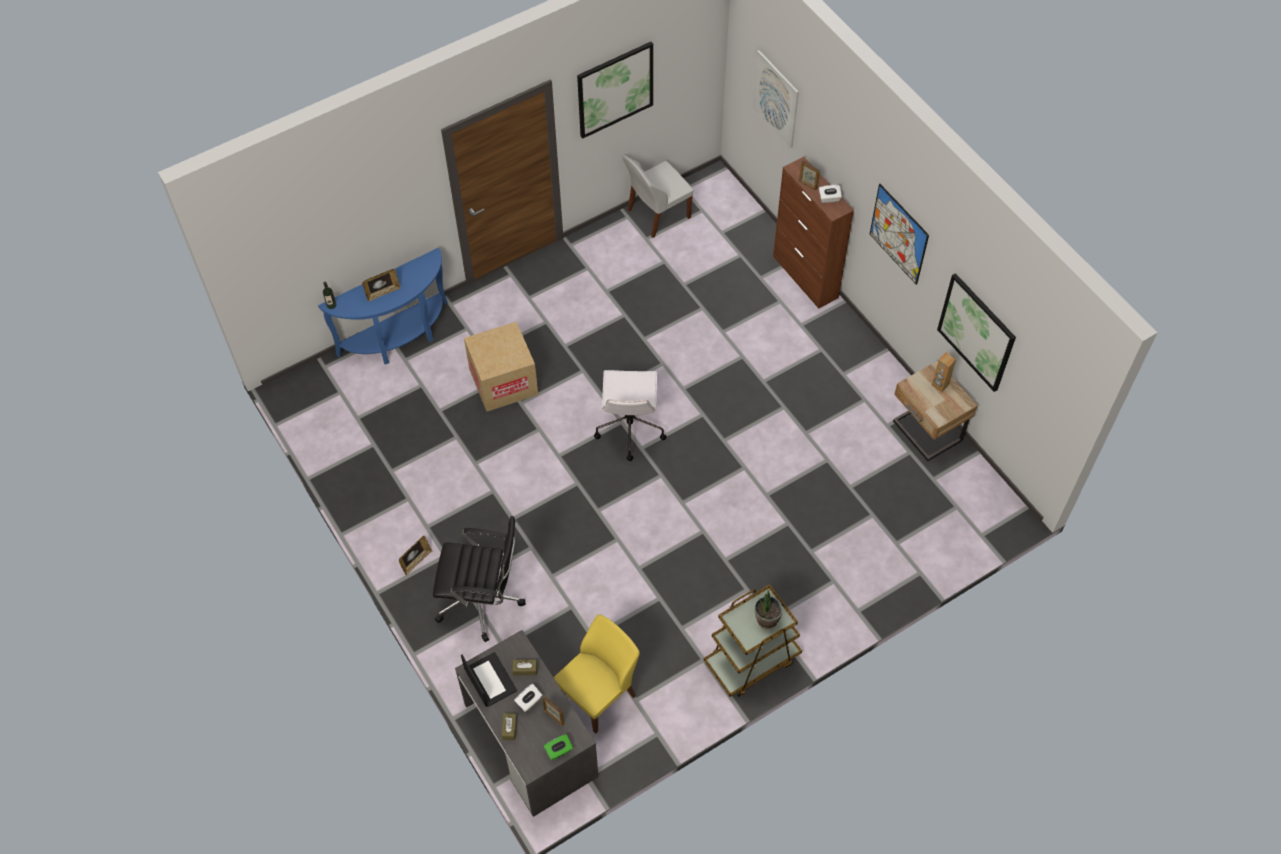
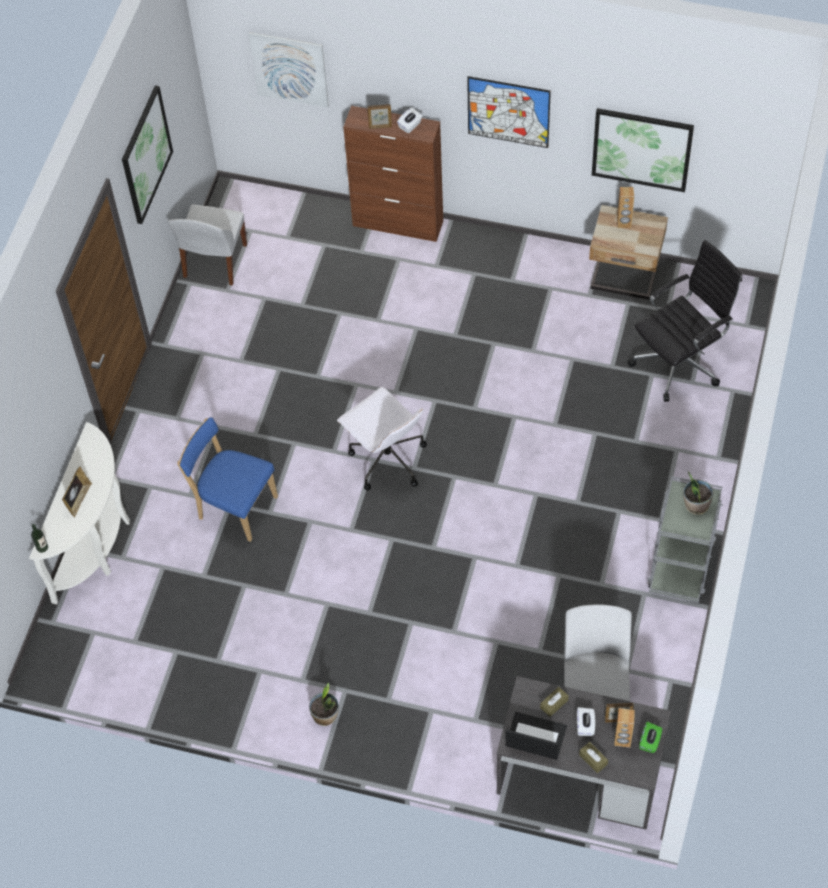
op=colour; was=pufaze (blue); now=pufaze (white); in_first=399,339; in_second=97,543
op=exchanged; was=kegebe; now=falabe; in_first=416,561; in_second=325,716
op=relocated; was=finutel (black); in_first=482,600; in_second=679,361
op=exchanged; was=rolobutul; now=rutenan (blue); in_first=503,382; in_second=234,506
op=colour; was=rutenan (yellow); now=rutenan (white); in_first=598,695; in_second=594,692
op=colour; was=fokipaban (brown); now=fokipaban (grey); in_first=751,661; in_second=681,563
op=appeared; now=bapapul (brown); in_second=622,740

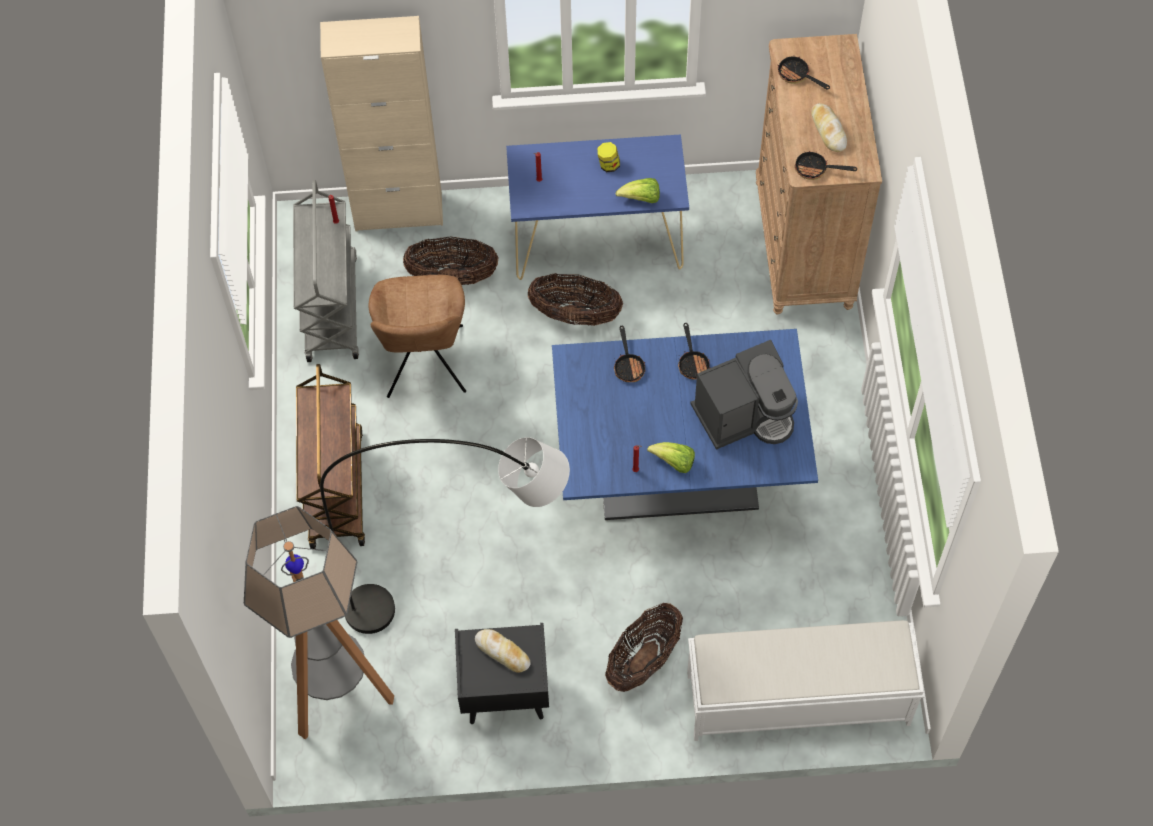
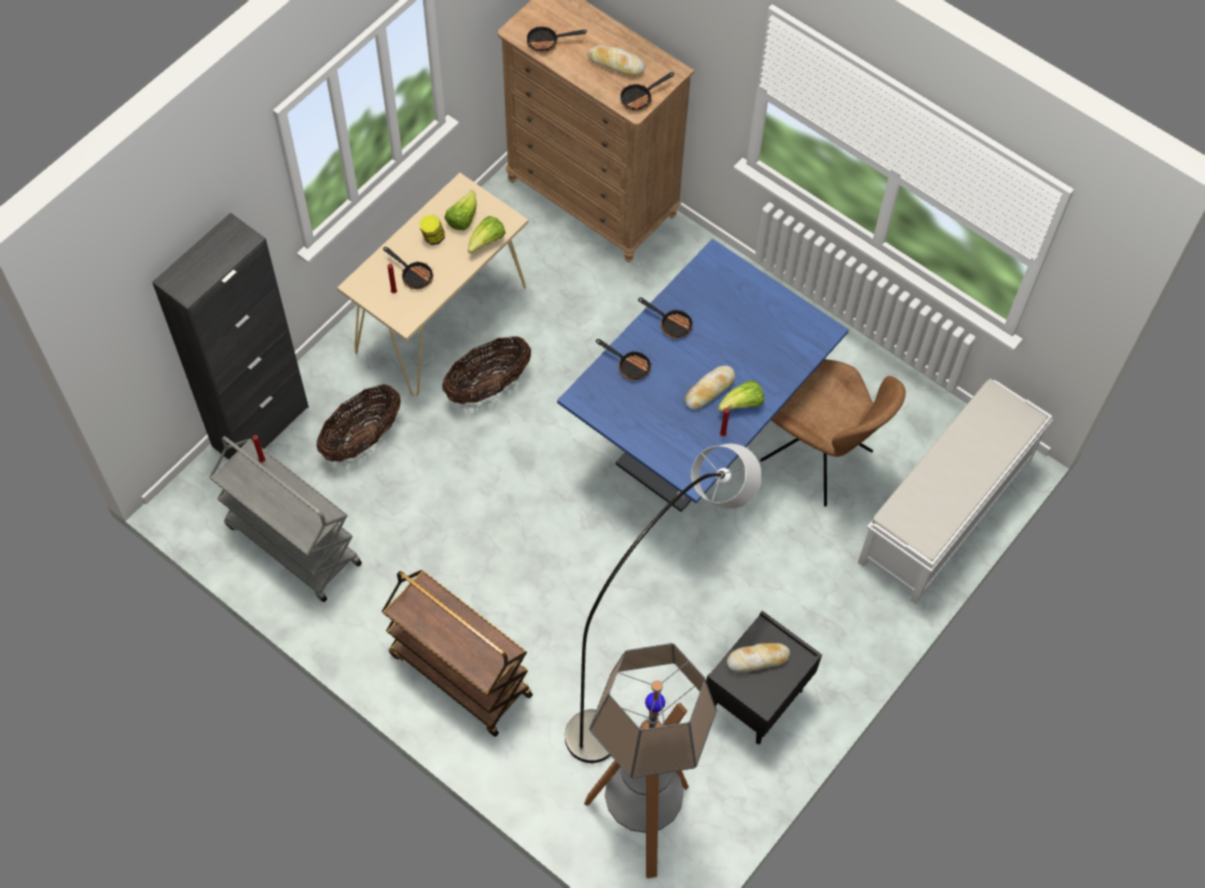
op=colour; was=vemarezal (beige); now=vemarezal (black); in_first=398,212; in_second=260,426
op=relocated; was=rutenan (brown); in_first=425,365; in_second=820,459
op=colour; was=pufaze (blue); now=pufaze (beige); in_first=598,241; in_second=441,318
op=missing; was=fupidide; in_first=643,659
op=missing; was=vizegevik; in_first=745,415
op=appeared; now=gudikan; in_second=413,275
op=appeared; now=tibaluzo; in_second=462,218
op=appeared; now=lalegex; in_second=709,390

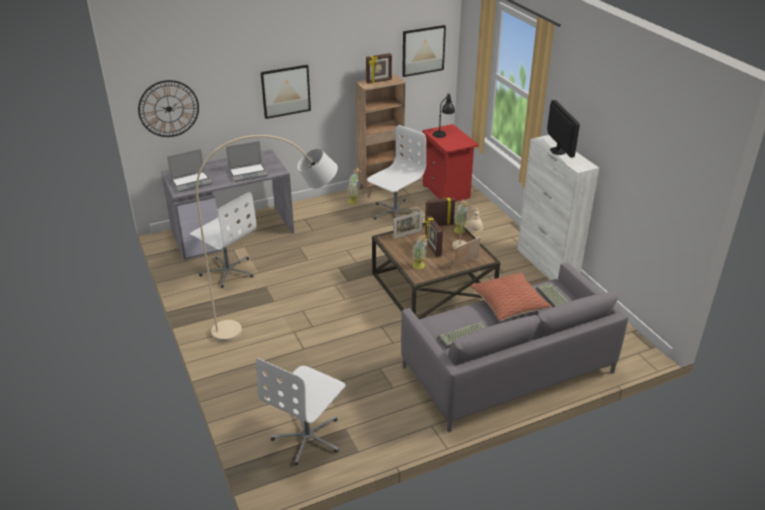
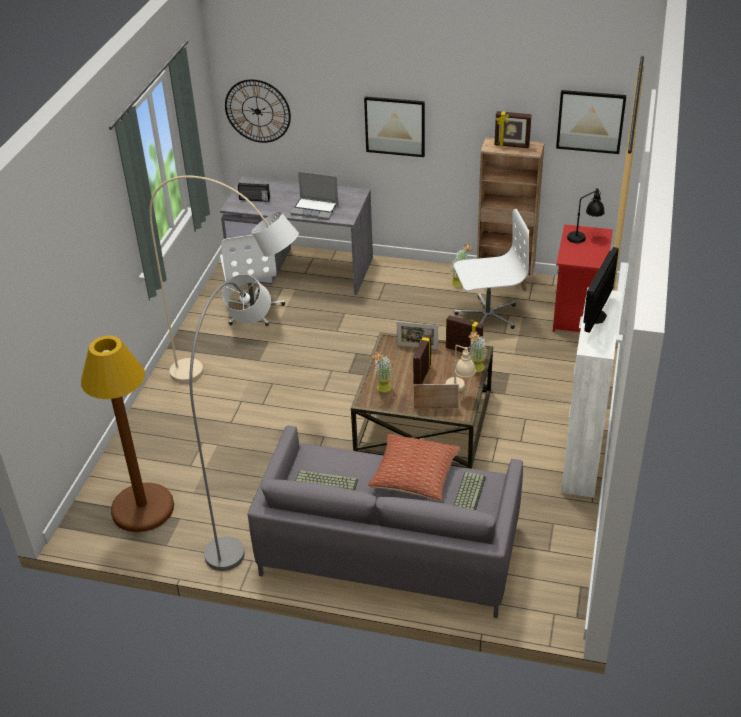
op=exchanged; was=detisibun; now=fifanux; in_first=192,182; in_second=254,199
op=exchanged; was=finutel (white); now=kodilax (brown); in_first=308,437; in_second=142,508
op=appeared; now=kodilax (grey); in_second=248,501

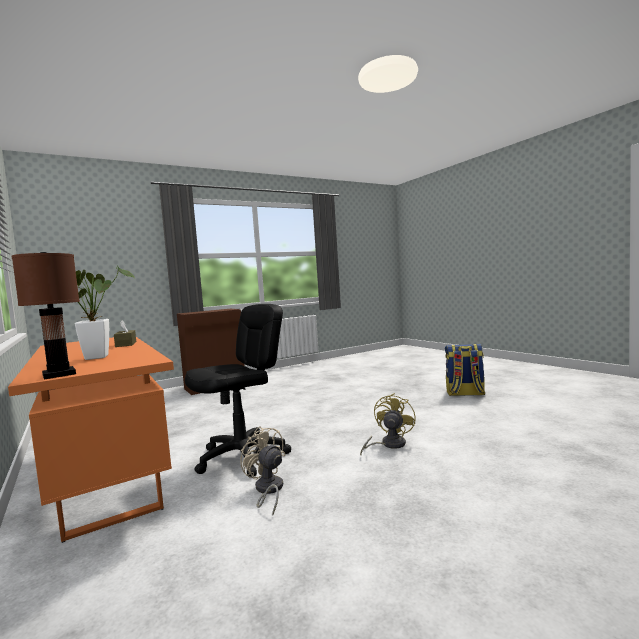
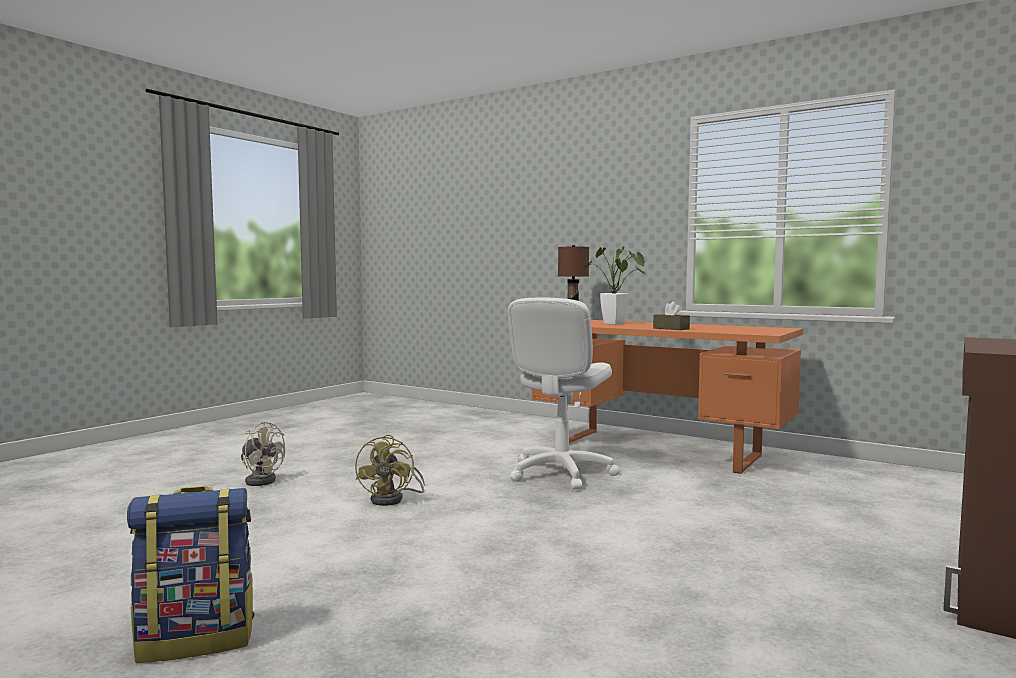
op=colour; was=finutel (black); now=finutel (white); in_first=243,457; in_second=561,473
op=relocated; was=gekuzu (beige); in_first=268,490; in_second=261,480

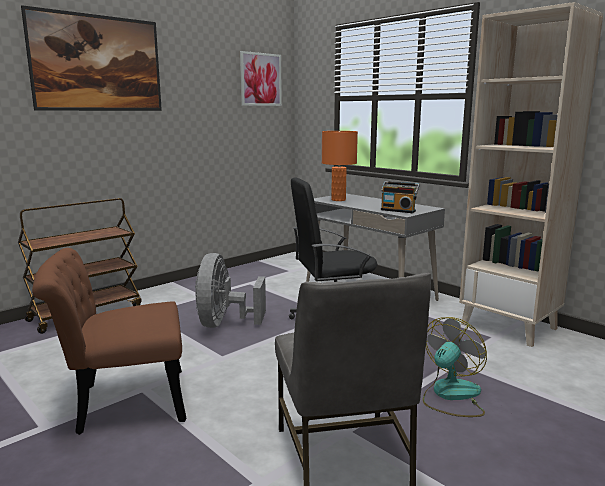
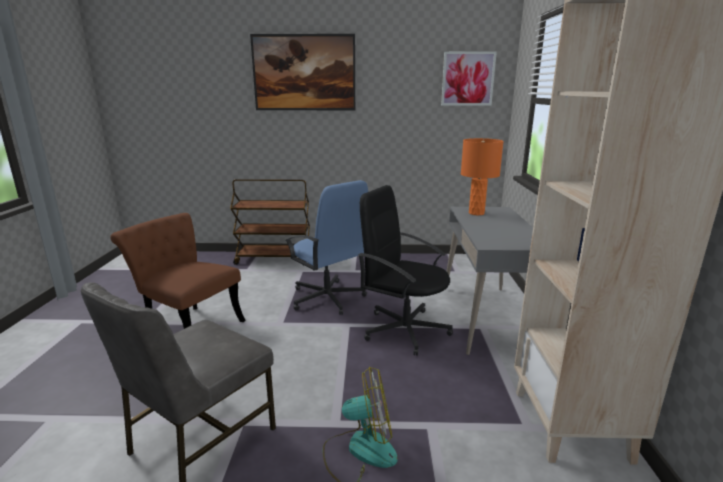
op=exchanged; was=gekuzu (grey); now=finutel (blue); in_first=224,323; in_second=327,298
op=missing; was=fifanux; in_first=398,210

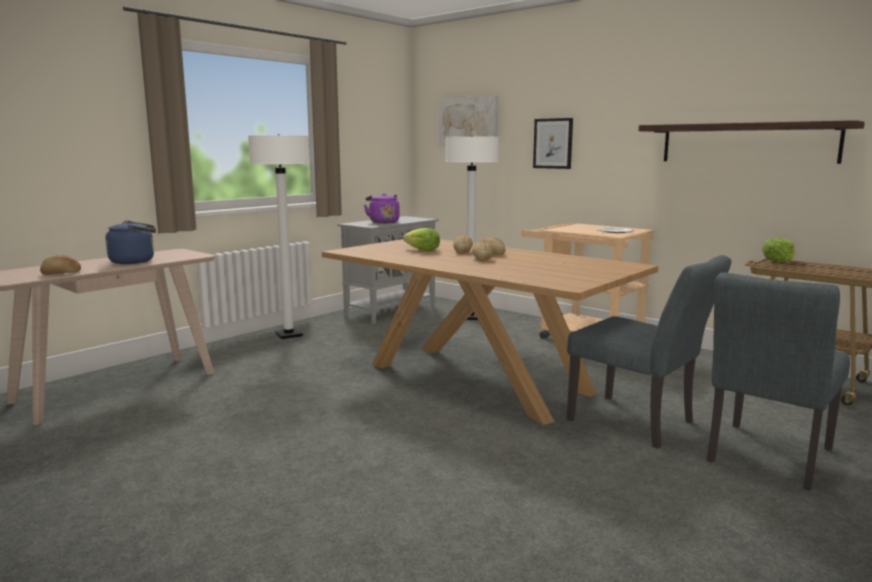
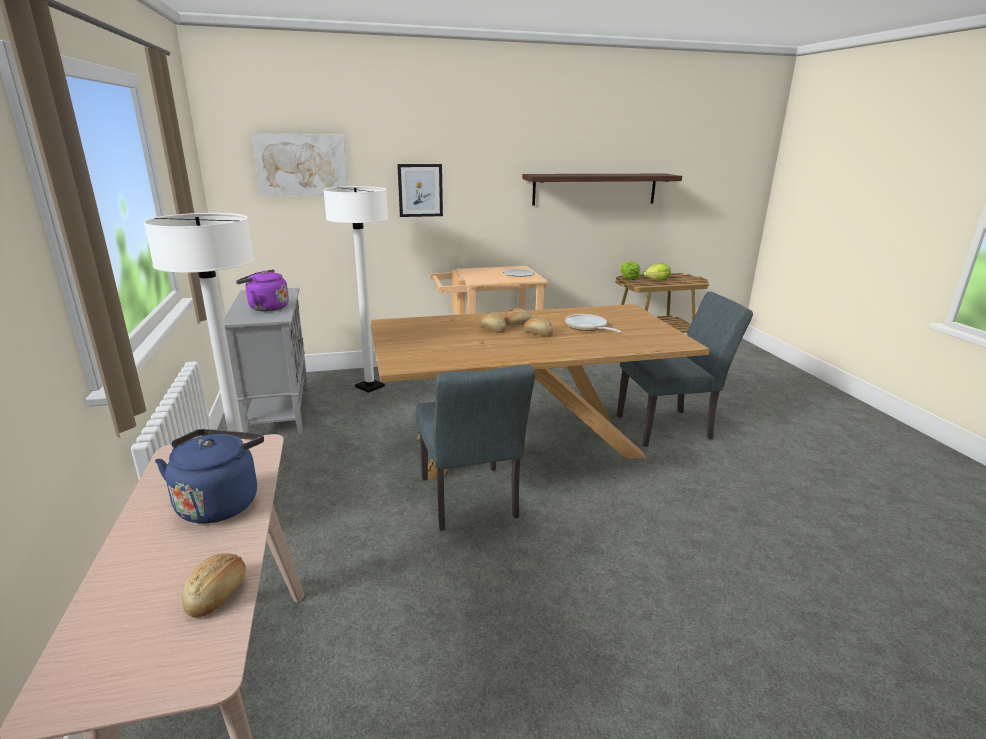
op=relocated; was=tibaluzo; in_first=422,250; in_second=657,280
op=relocated; was=rutenan (grey); in_first=766,458; in_second=470,502
op=appeared; now=gudikan; in_second=588,327

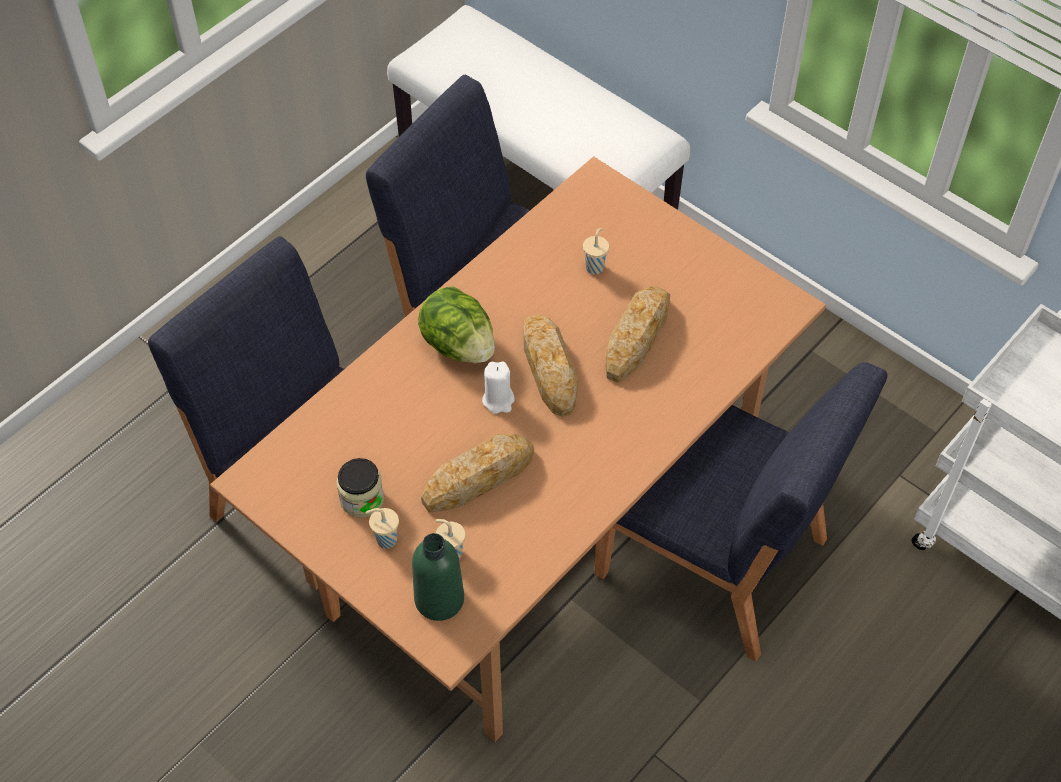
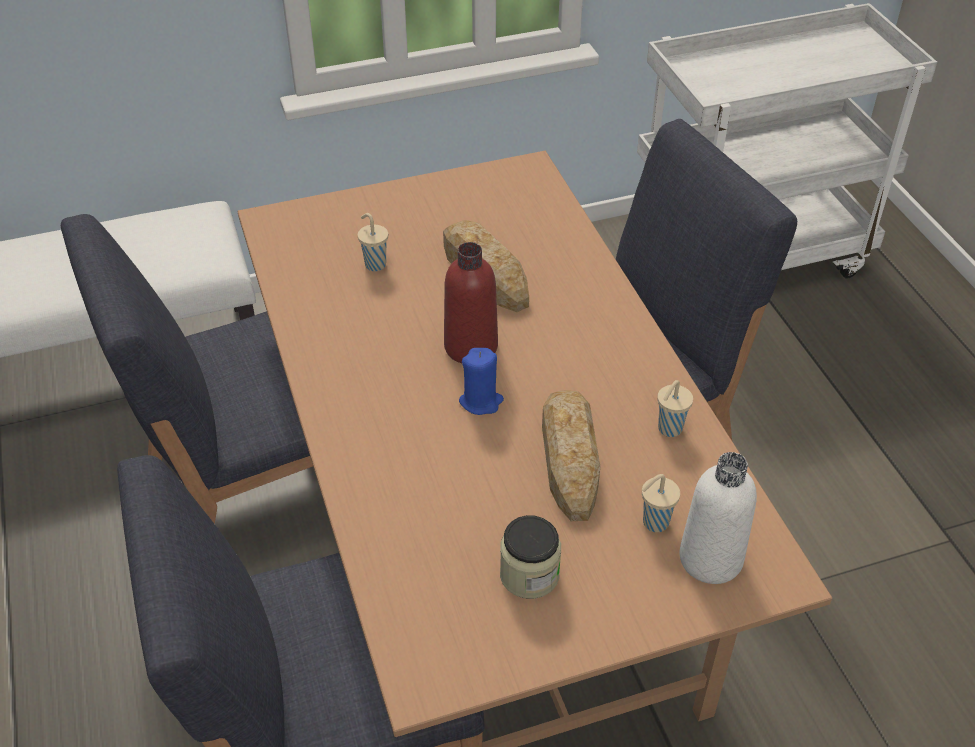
op=relocated; was=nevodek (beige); in_first=385,539; in_second=669,429
op=colour; was=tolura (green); now=tolura (white); in_first=439,599; in_second=710,559
op=missing; was=tibaluzo; in_first=458,345
op=colour; was=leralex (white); now=leralex (blue); in_first=498,400; in_second=481,401
op=exchanged; was=lalegex; now=tolura (red); in_first=549,368; in_second=471,347

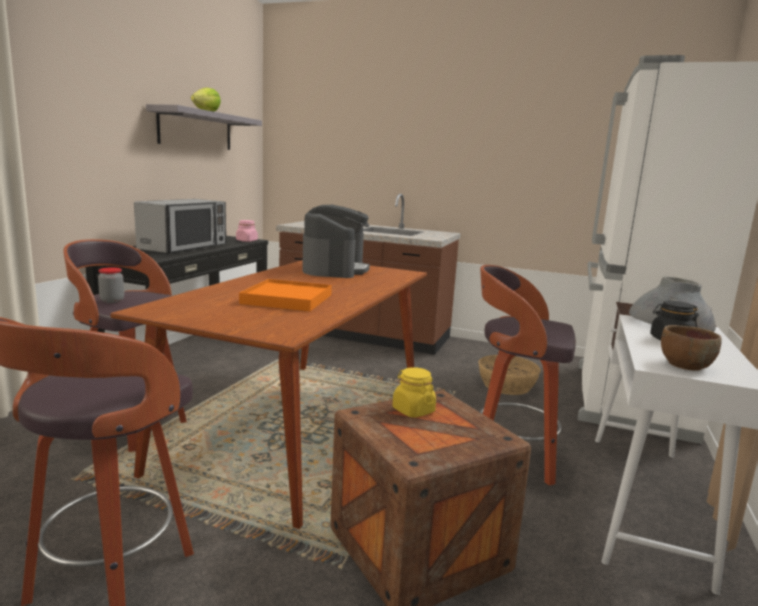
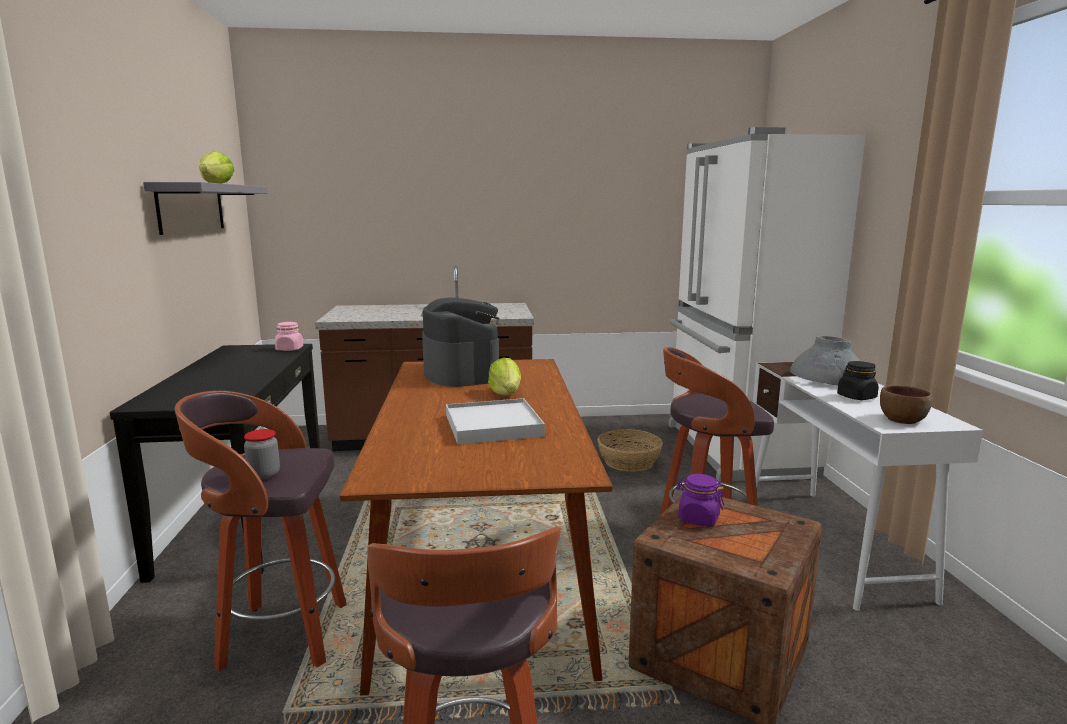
op=missing; was=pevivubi; in_first=184,247
op=colour; was=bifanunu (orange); now=bifanunu (white); in_first=287,299; in_second=493,426
op=colour; was=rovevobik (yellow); now=rovevobik (purple); in_first=413,410; in_second=698,518
op=appeared; now=tibaluzo; in_second=506,394

